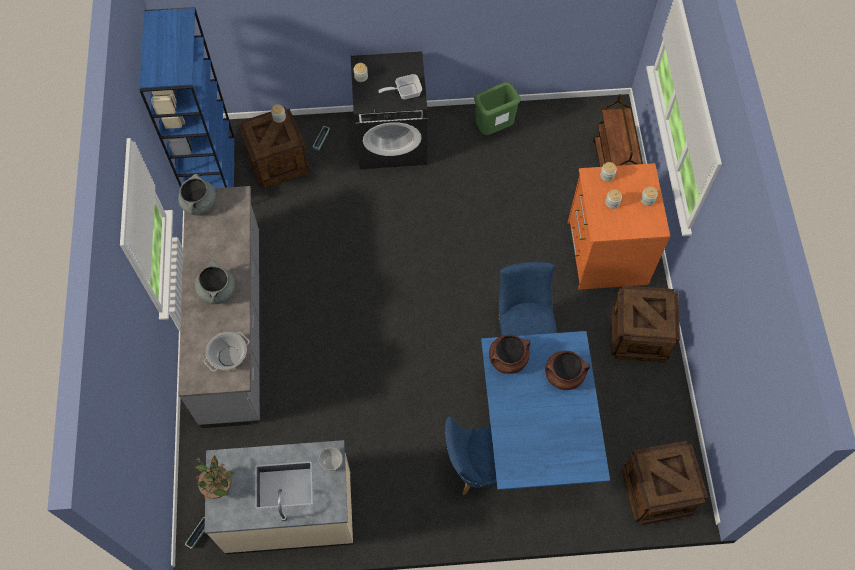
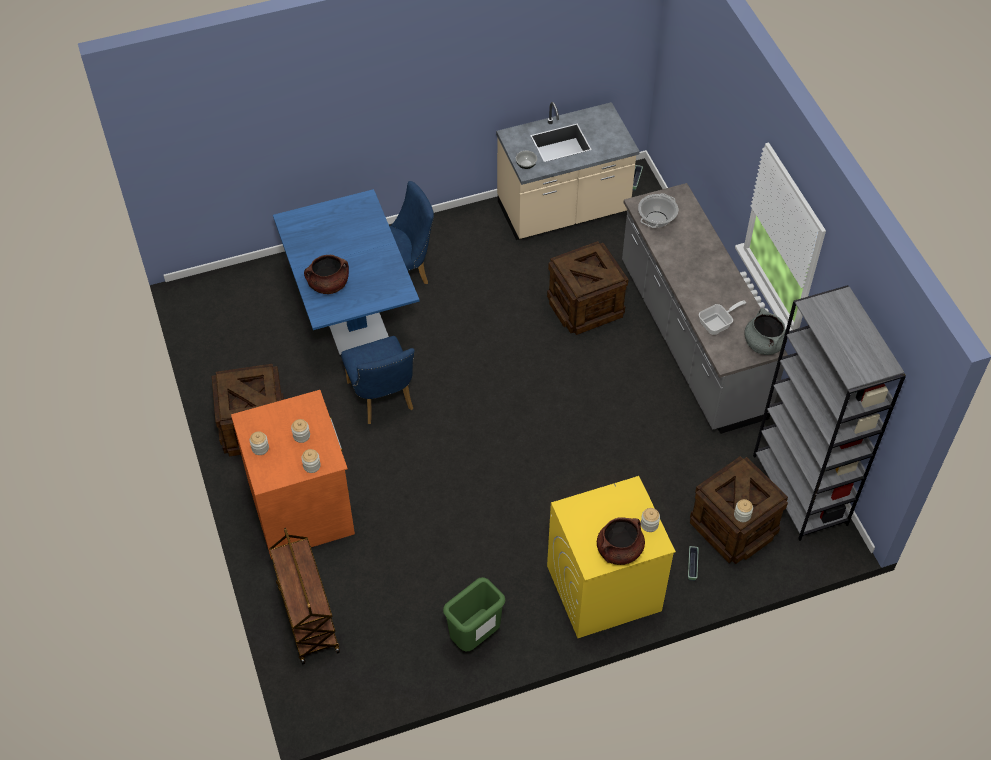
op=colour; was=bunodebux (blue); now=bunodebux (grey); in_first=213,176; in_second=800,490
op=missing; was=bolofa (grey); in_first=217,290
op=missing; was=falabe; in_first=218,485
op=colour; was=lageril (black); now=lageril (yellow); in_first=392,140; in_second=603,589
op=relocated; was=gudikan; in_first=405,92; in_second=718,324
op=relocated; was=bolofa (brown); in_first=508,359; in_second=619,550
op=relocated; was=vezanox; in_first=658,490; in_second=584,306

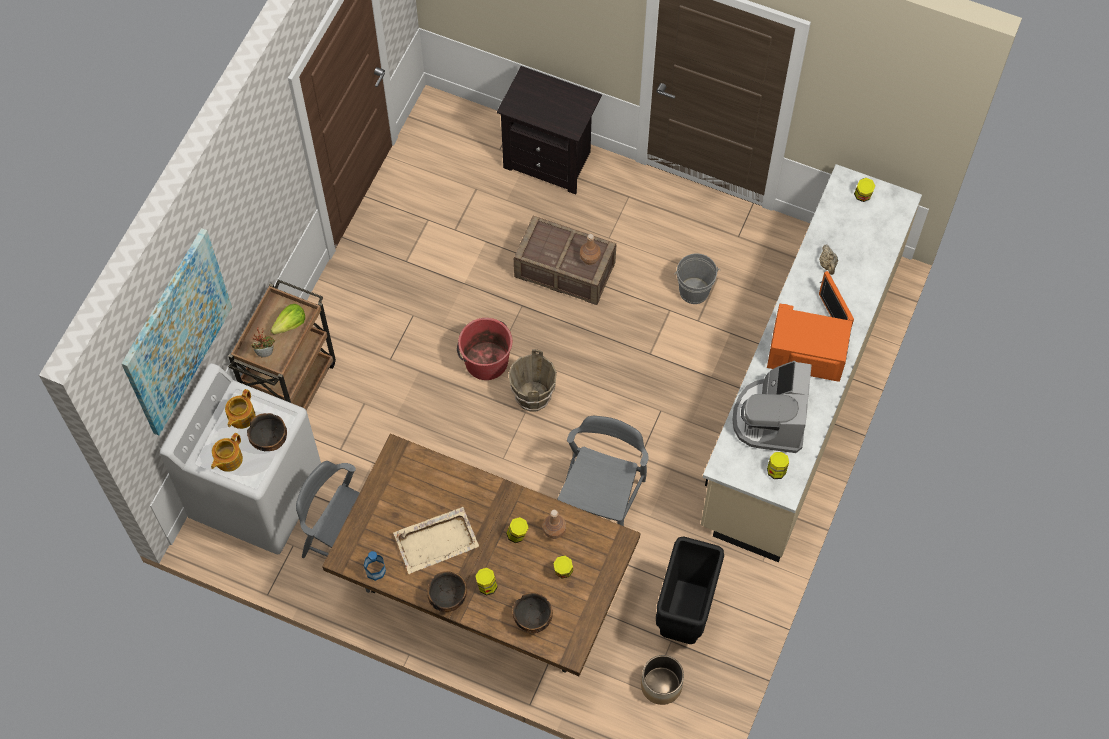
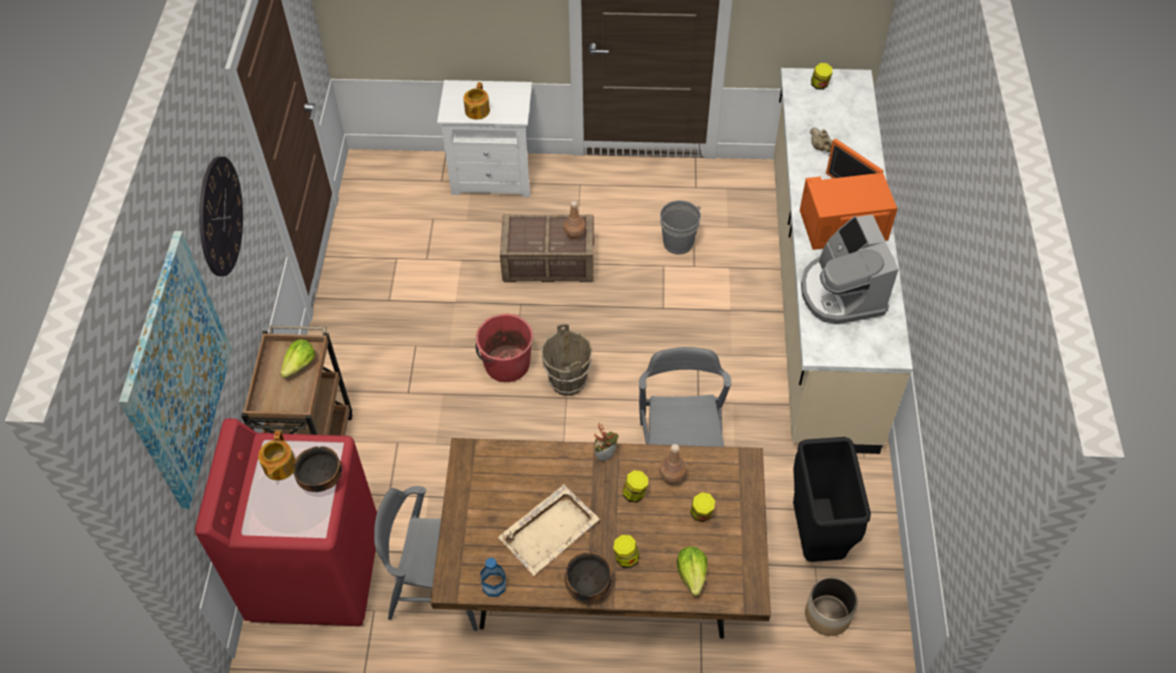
op=colour; was=lageril (white); now=lageril (red); in_first=258,495; in_second=315,571
op=relocated; was=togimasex; in_first=228,459; in_second=476,111
op=relocated; was=falabe; in_first=266,352; in_second=605,454
op=colour; was=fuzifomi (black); now=fuzifomi (white); in_first=550,160; in_second=493,176
op=exchanged; was=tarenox; now=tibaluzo; in_first=533,618; in_second=692,575
op=missing; was=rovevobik; in_first=776,470
op=appeared; now=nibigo; in_second=220,216

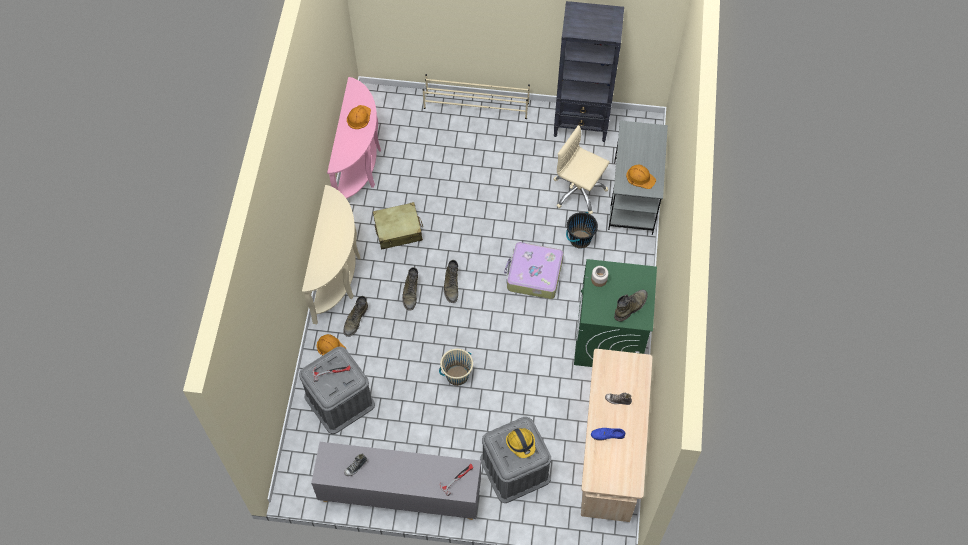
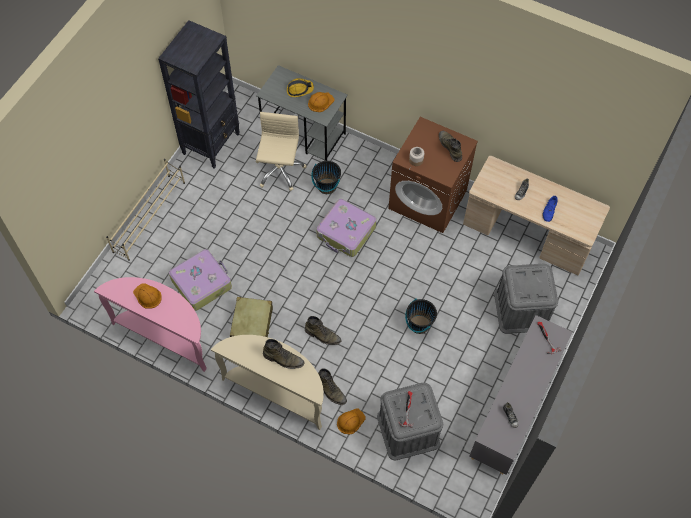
op=colour; was=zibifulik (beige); now=zibifulik (black); in_first=457,375; in_second=419,324
op=relocated; was=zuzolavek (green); in_first=451,286; in_second=283,359
op=relocated; was=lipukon; in_first=521,443; in_second=299,89
op=spun; was=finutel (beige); in_first=578,191; in_second=279,170; clockwise=135
op=colour; was=lageril (green); now=lageril (brown); in_first=609,338; in_second=428,199
op=appeared; now=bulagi; in_second=202,283

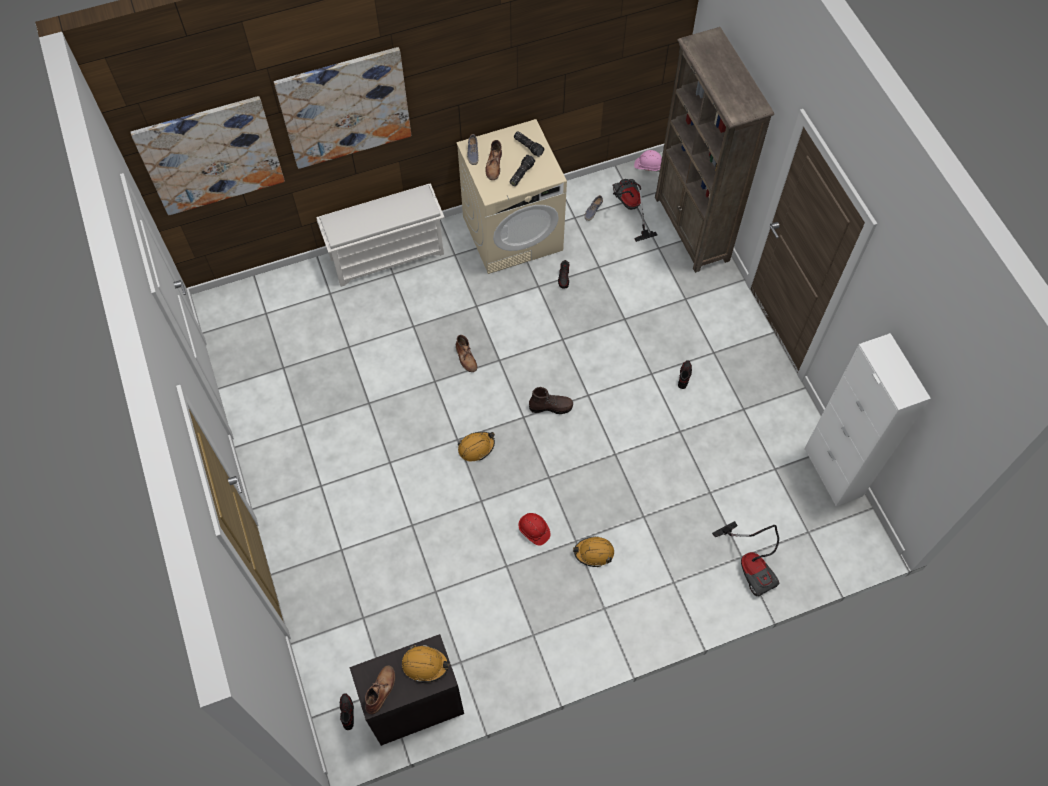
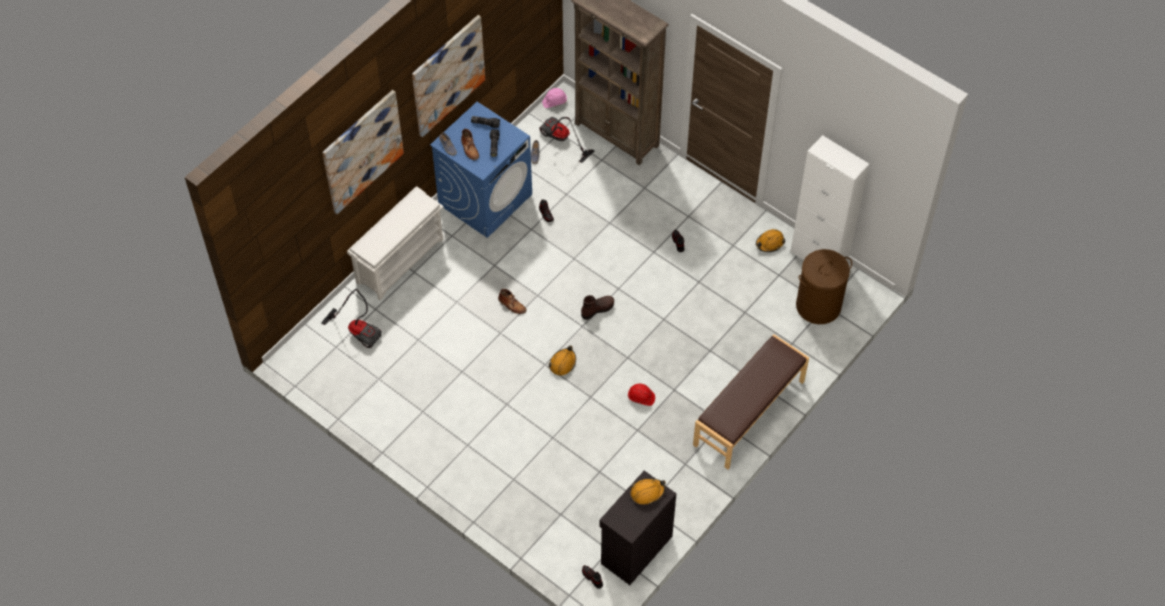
op=relocated; was=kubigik; in_first=211,156; in_second=448,75
op=missing; was=zuzolavek (brown); in_first=381,690
op=colour; was=lageril (beige); now=lageril (blue); in_first=513,233; in_second=485,199
op=relocated; was=lipukon (orange); in_first=594,553; in_second=769,243
op=relocated; was=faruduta; in_first=751,565; in_second=358,330
op=appeared; now=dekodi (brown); in_second=749,413
op=appeared; now=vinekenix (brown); in_second=818,305

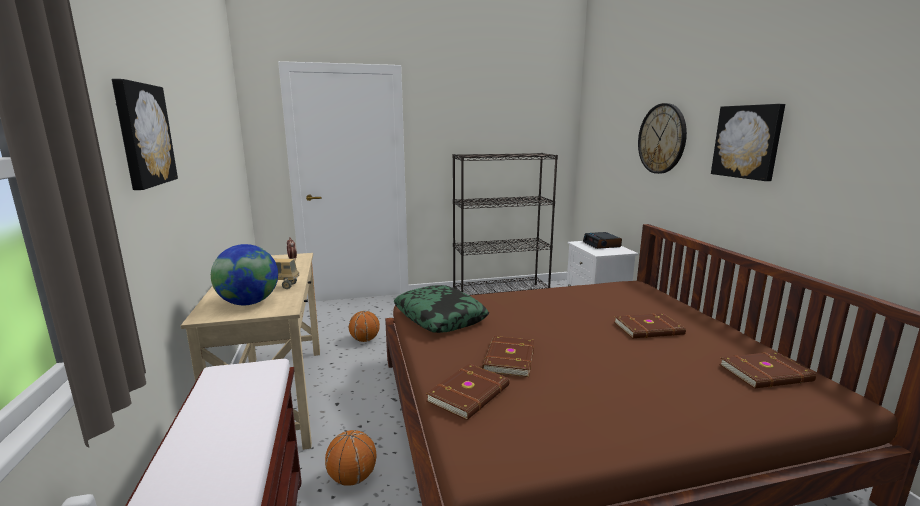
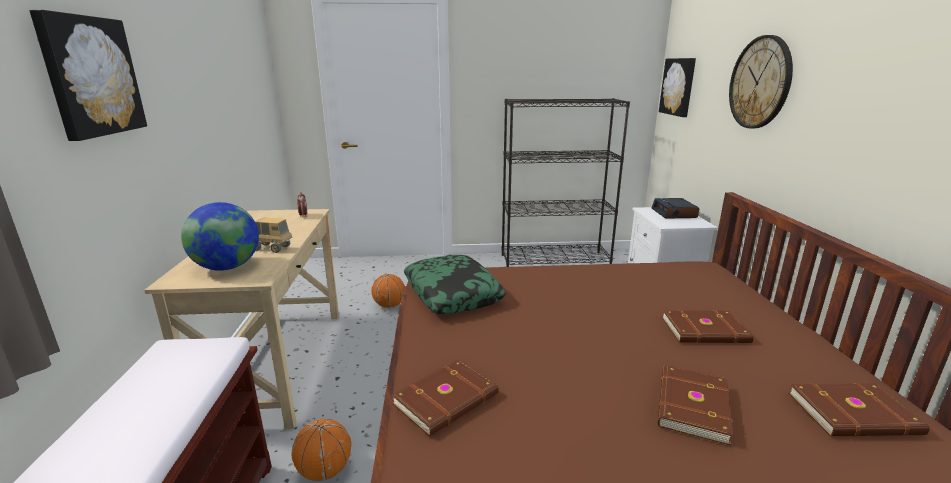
op=relocated; was=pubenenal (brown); in_first=508,359; in_second=690,406
op=relocated; was=kubigik; in_first=748,142; in_second=678,87

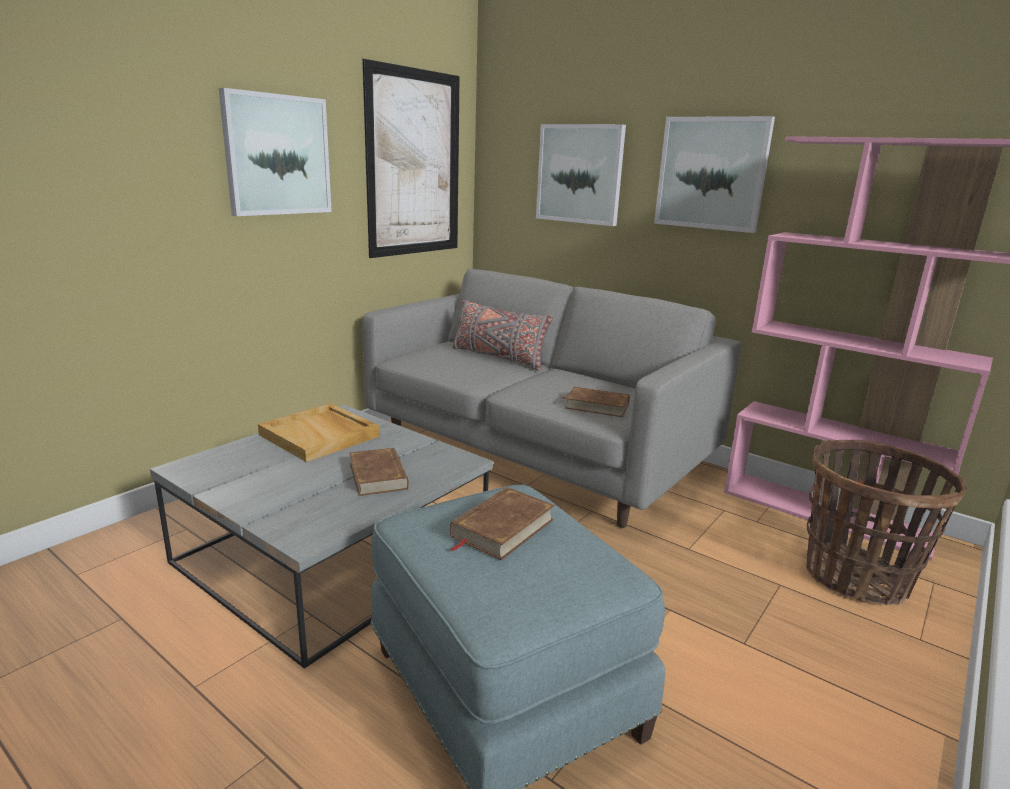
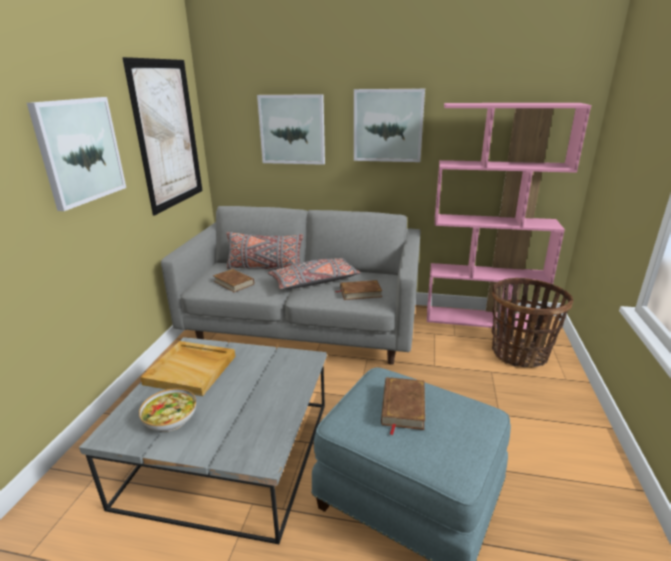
op=relocated; was=pubenenal (brown); in_first=378,476; in_second=234,282
op=appeared; now=tarenox; in_second=170,418
op=appeared; now=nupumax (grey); in_second=314,282

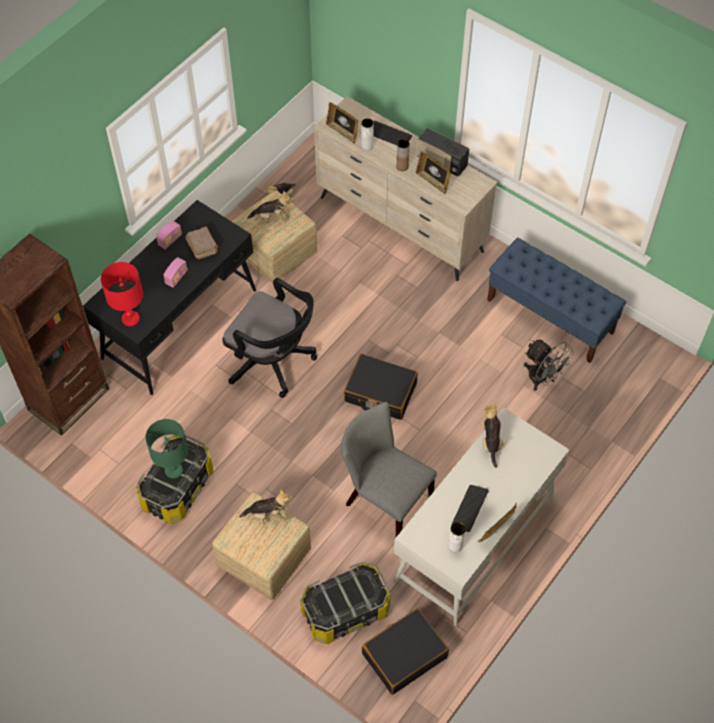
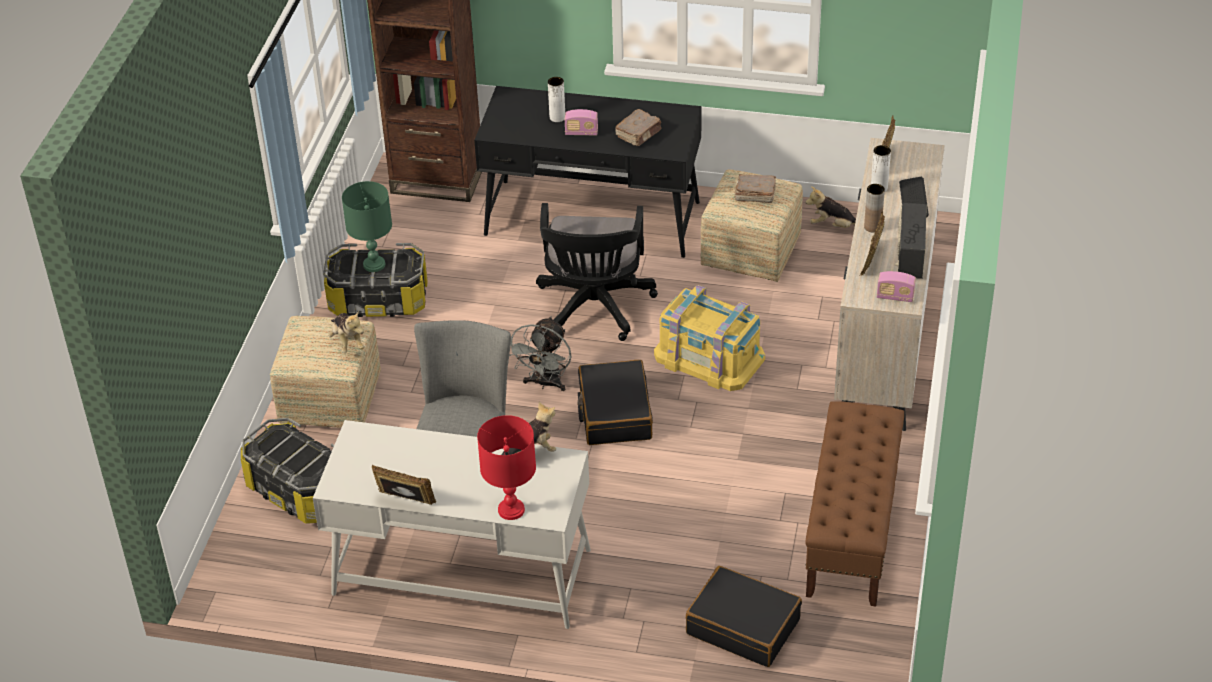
op=relocated; was=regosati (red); in_first=130,318; in_second=511,509
op=relocated; was=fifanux; in_first=170,240; in_second=895,297
op=exchanged; was=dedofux; now=pubenenal (brown); in_first=272,218; in_second=754,195
op=relocated; was=bulagi (black); in_first=404,655; in_second=743,626
op=relocated; was=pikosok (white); in_first=455,545; in_second=557,117
op=missing; was=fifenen; in_first=469,508
op=colour; was=dekodi (blue); now=dekodi (brown); in_first=550,316; in_second=852,531
op=relocated; was=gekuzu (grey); in_first=542,379; in_second=545,383
op=appeared; now=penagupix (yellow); in_second=709,356

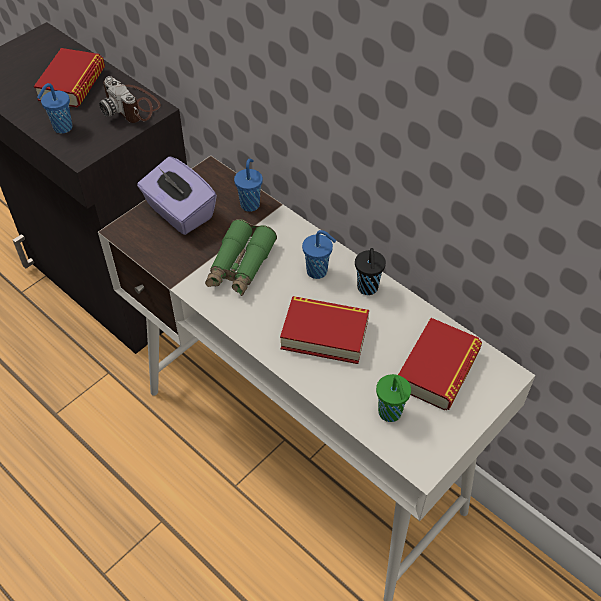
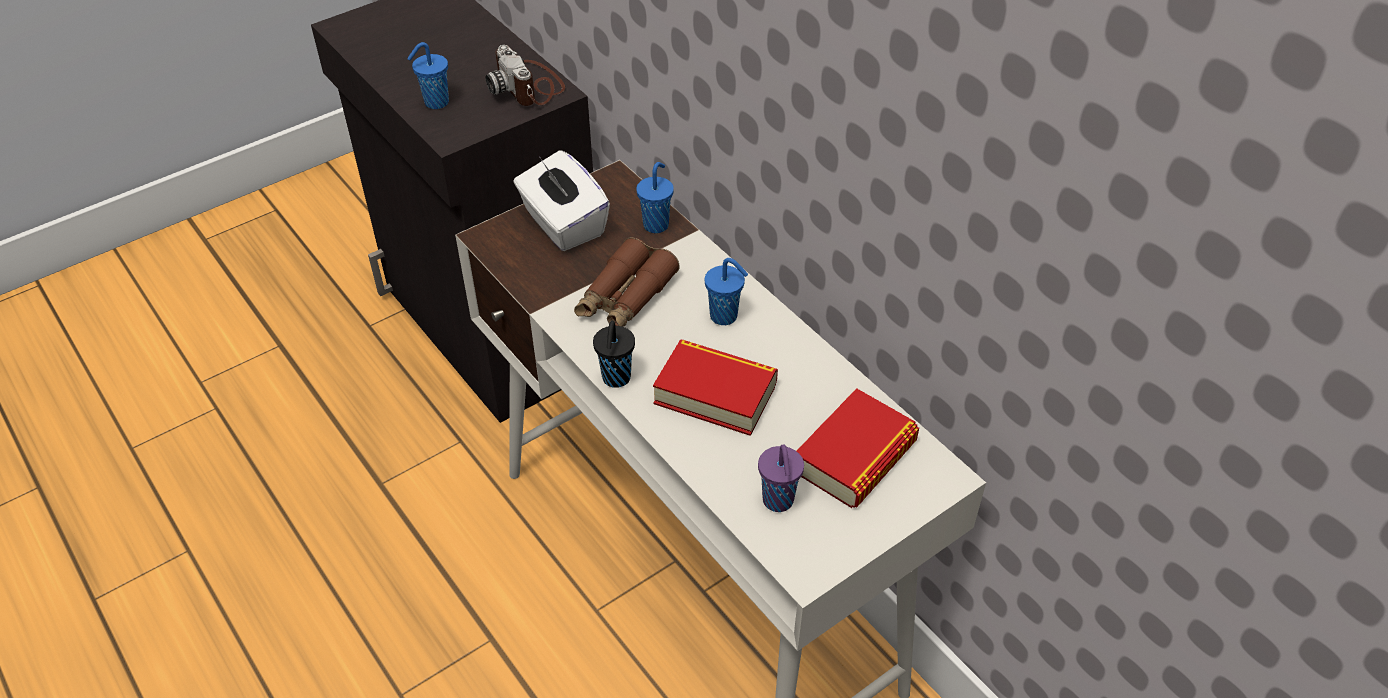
op=missing; was=pubenenal; in_first=72,84
op=colour; was=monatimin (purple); now=monatimin (white); in_first=179,213; in_second=563,224
op=colour; was=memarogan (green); now=memarogan (brown); in_first=240,266; in_second=625,297
op=relocated; was=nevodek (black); in_first=367,288; in_second=616,379
op=colour; was=nevodek (green); now=nevodek (purple); in_first=390,414; in_second=778,502

